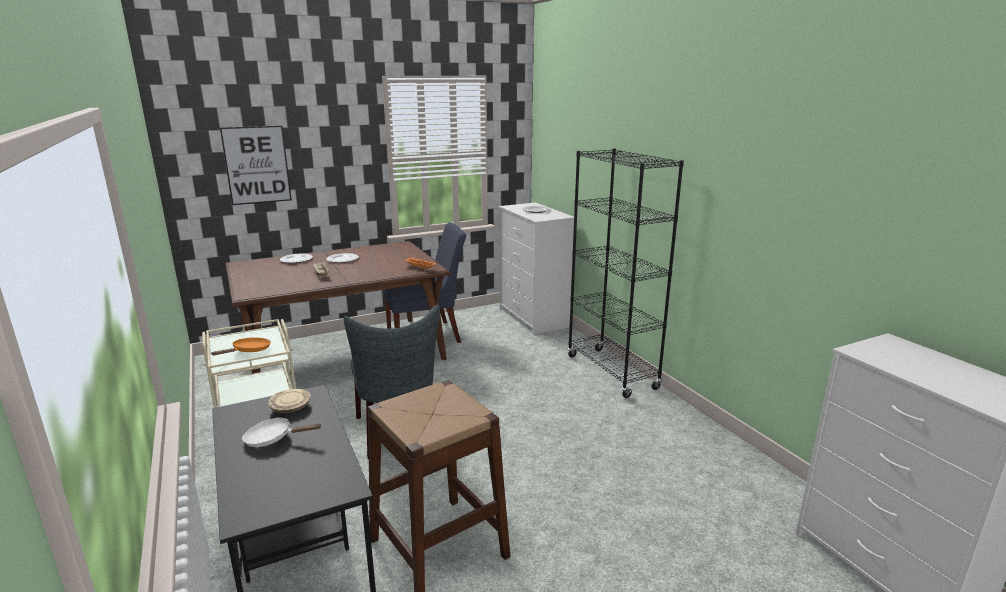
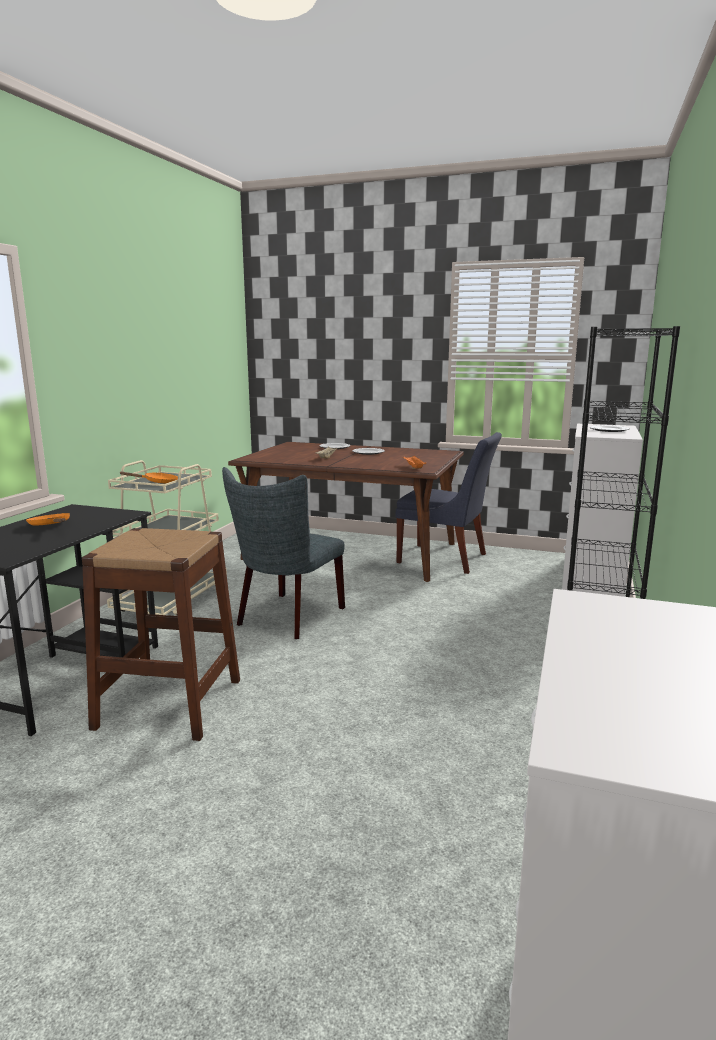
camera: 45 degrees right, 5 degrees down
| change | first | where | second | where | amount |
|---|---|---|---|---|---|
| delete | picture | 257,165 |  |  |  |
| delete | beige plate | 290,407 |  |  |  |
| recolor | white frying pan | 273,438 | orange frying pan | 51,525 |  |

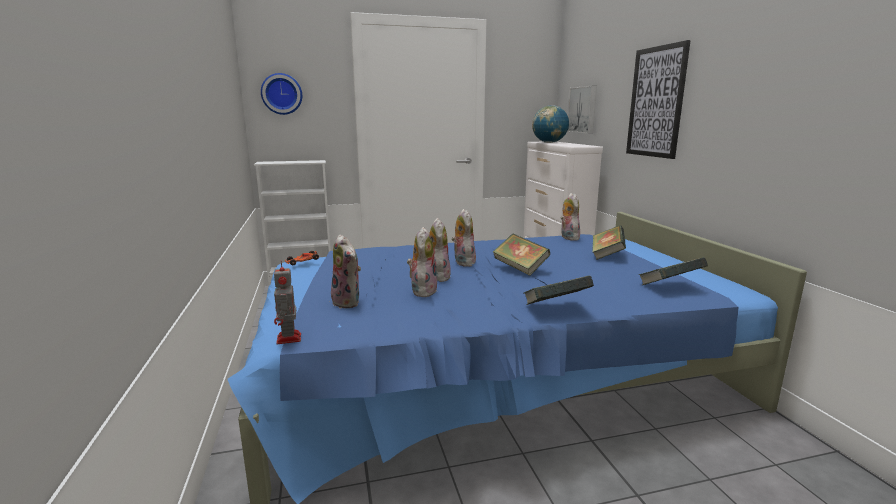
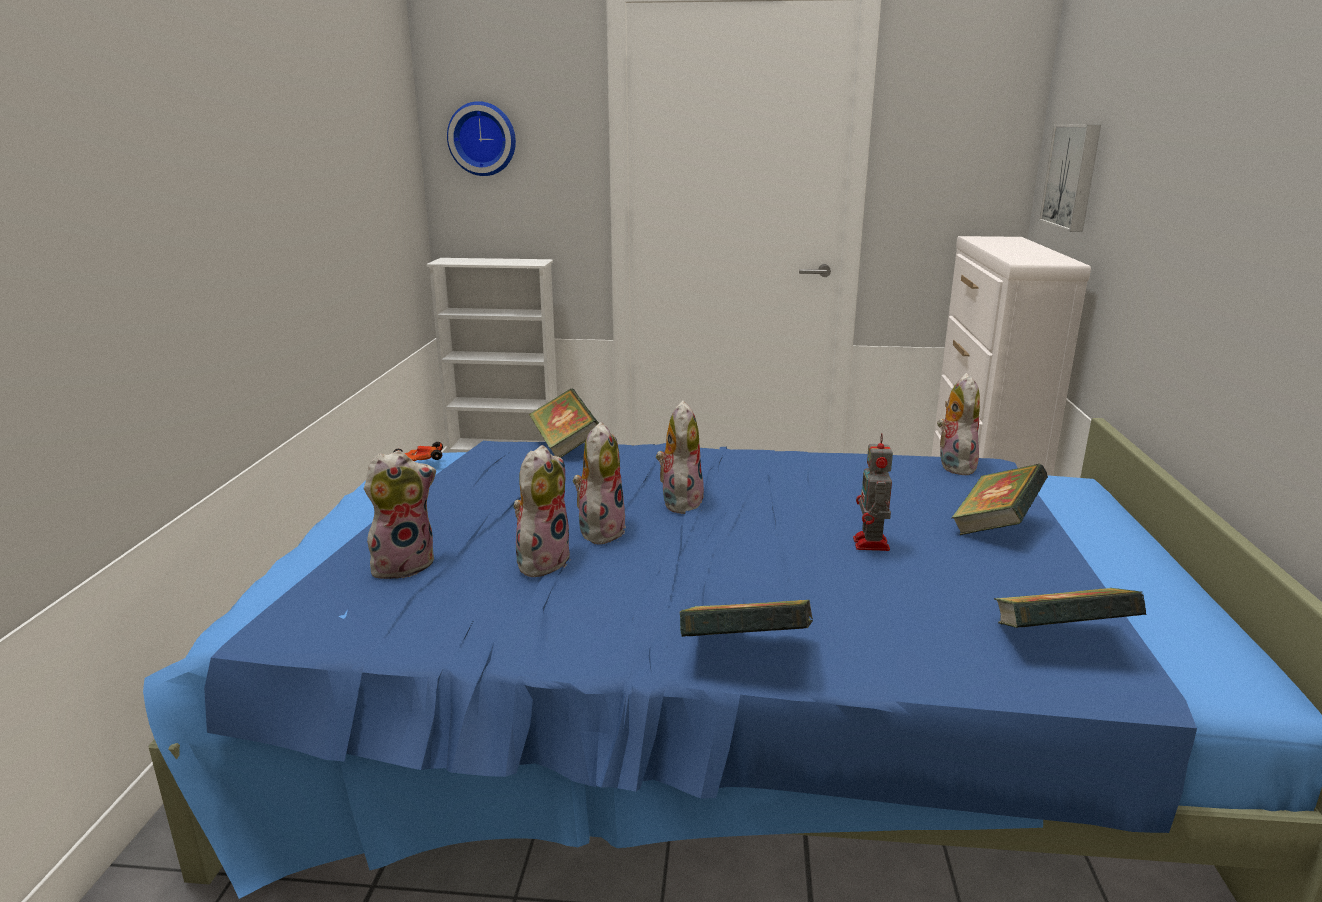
camera: 20 degrees right, 5 degrees up
| change | first | where | second | where | amount |
|---|---|---|---|---|---|
| delete | globe | 549,143 |  |  |  |
| delete | picture | 656,102 |  |  |  |
| move | toy robot | 289,339 |  | 871,545 |  |
| move | book | 520,268 |  | 565,446 |  |
| rotate | plush toy | 348,302 |  | 404,564 | 105 degrees counterclockwise |

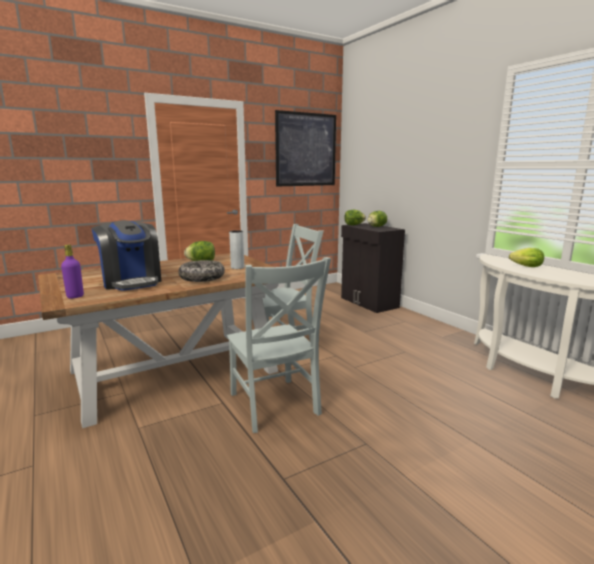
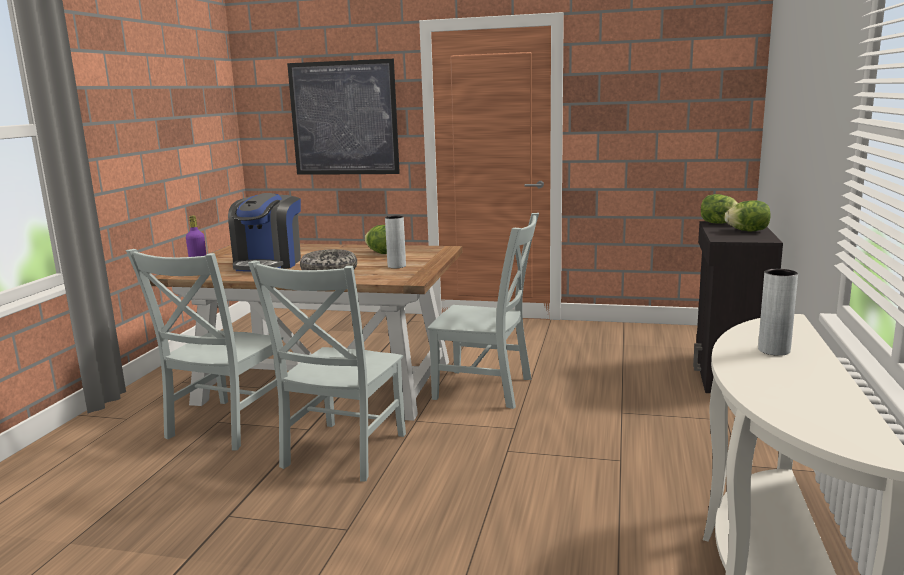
camera: 45 degrees right, 0 degrees up
| change | first | where | second | where | amount |
|---|---|---|---|---|---|
| insert |  |  | grey chair | 225,426 |  |
| move | picture | 306,150 |  | 344,118 |  |
| replace | lettuce | 524,266 | grey vase | 774,350 |  |

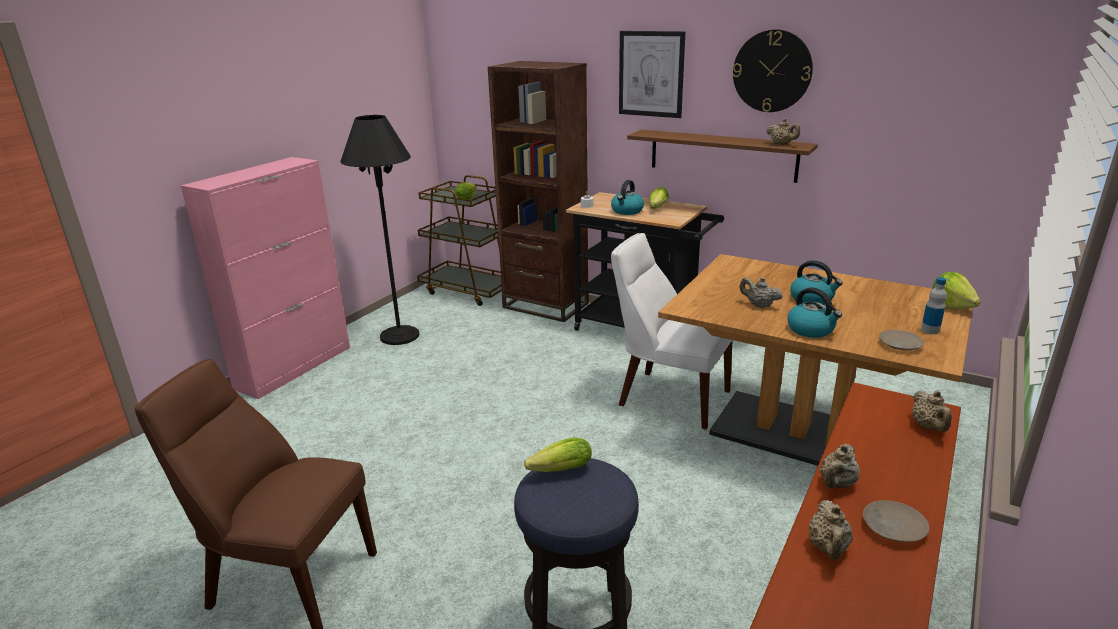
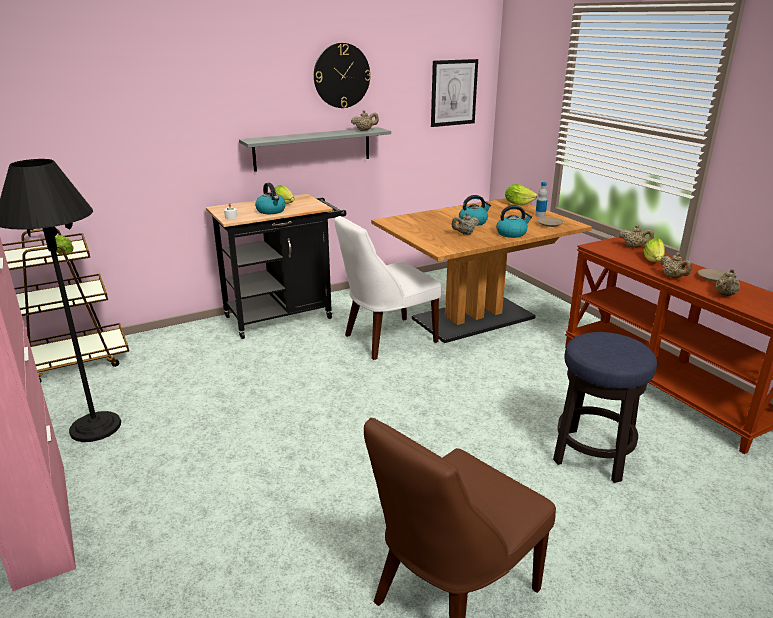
camera: 60 degrees left, 0 degrees up
| change | first | where | second | where | amount |
|---|---|---|---|---|---|
| delete | brown bookcase | 545,305 |  |  |  |
| move | lettuce | 557,471 |  | 653,261 |  |
| move | picture | 651,74 |  | 453,93 |  |
| recolor | brown shelf | 722,155 | grey shelf | 313,148 |  |
| rotate | beige teapot | 828,548 |  | 725,295 | 75 degrees clockwise |

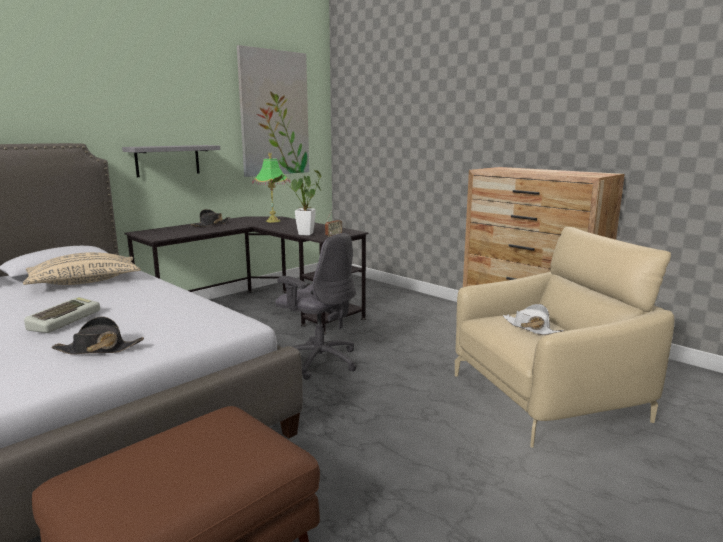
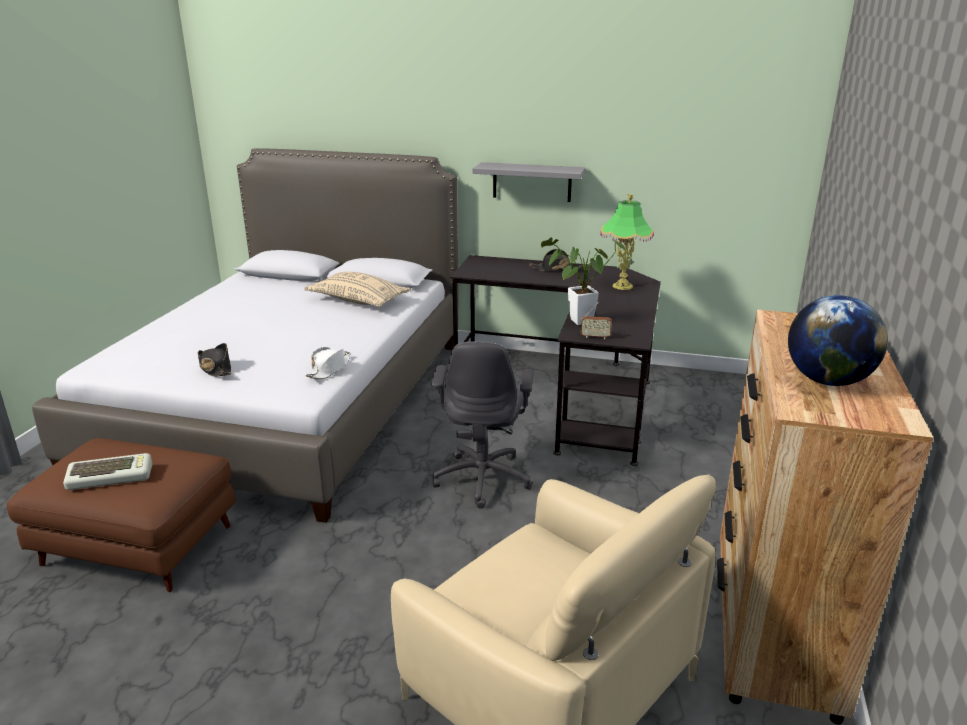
camera: 60 degrees right, 10 degrees up
| change | first | where | second | where | amount |
|---|---|---|---|---|---|
| delete | picture | 274,113 |  |  |  |
| insert |  |  | globe | 827,381 |  |
| move | keyboard | 64,320 |  | 111,476 |  |
| move | white hat | 531,328 |  | 329,369 |  |

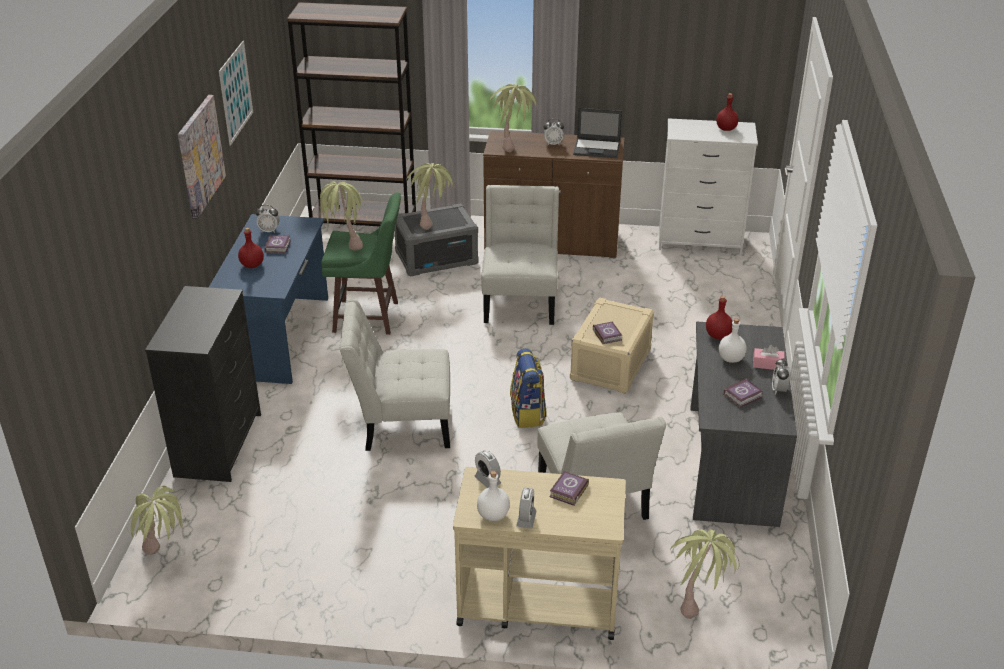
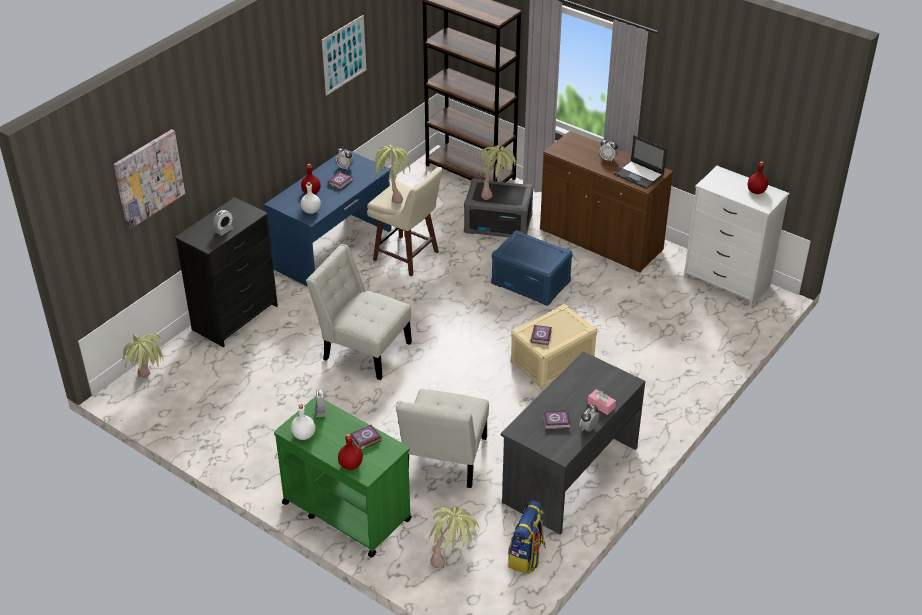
camera: 30 degrees right, 5 degrees up
| change | first | where | second | where | amount |
|---|---|---|---|---|---|
| delete | potted plant | 514,144 |  |  |  |
| move | picture | 200,156 |  | 148,178 |  |
| move | backpack | 528,413 |  | 527,557 |  |
| move | alarm clock | 526,519 |  | 224,230 |  |
| move | red bottle | 717,335 |  | 350,464 |  |
| move | white bottle | 730,359 |  | 310,211 |  |
| replace | white chair | 520,300 | blue storage box | 531,283 |  |
| recolor | green stool | 368,318 | beige stool | 407,257 |  |
| recolor | beige cart | 537,601 | green cart | 346,511 |  |

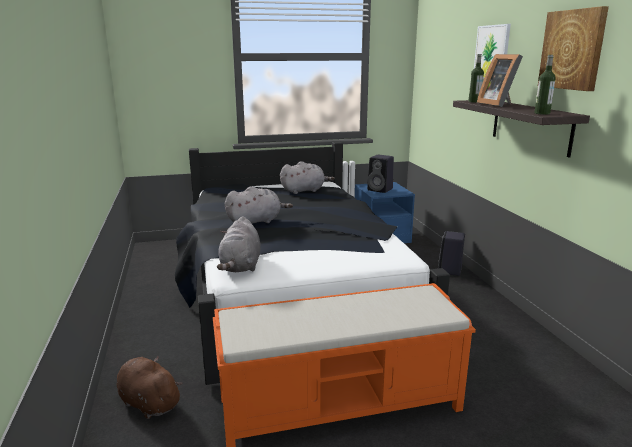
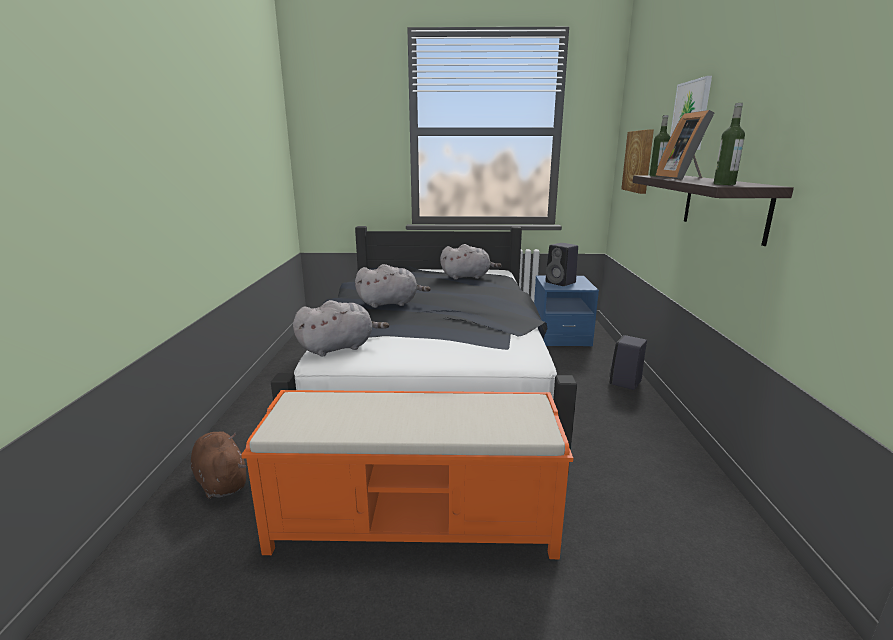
camera: 15 degrees right, 0 degrees up
| change | first | where | second | where | amount |
|---|---|---|---|---|---|
| move | picture | 572,50 |  | 639,161 |  |
| rotate | grey plush toy | 241,266 |  | 339,347 | 135 degrees counterclockwise |

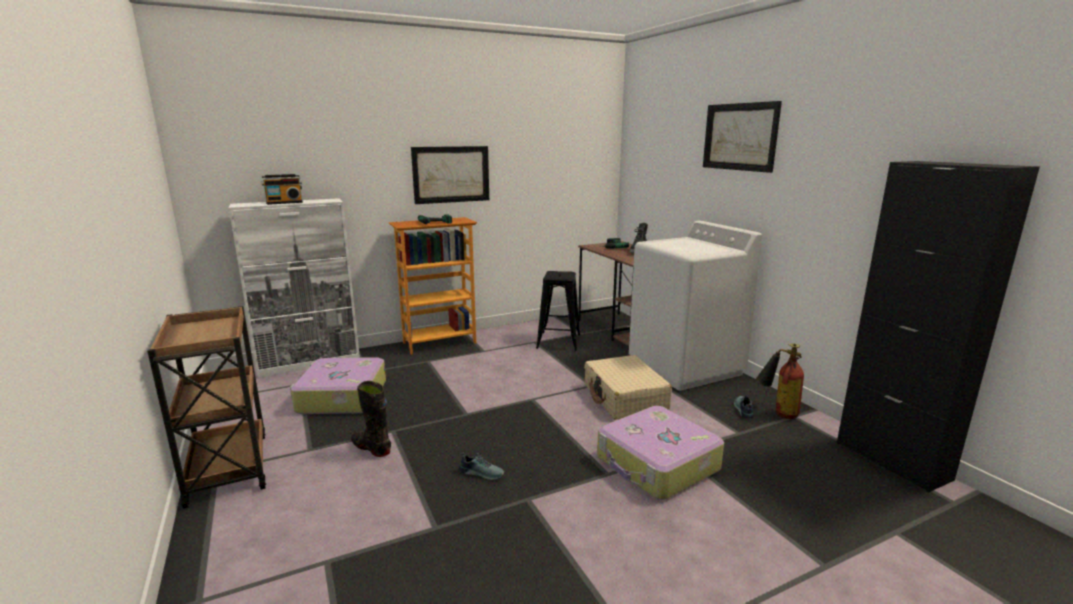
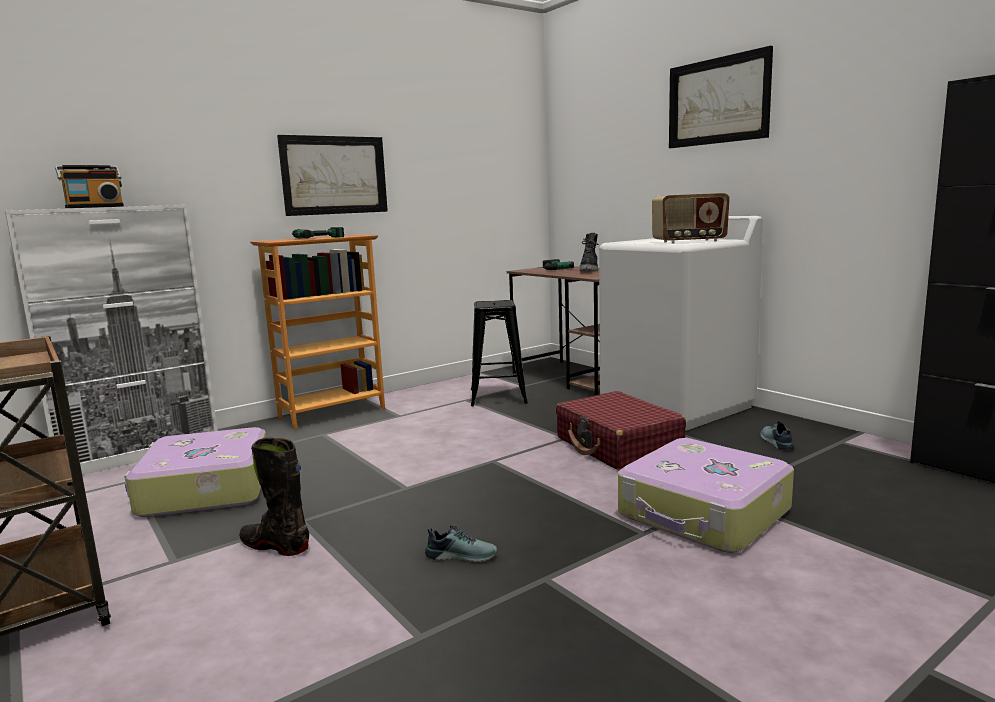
camera: 10 degrees left, 5 degrees down
| change | first | where | second | where | amount |
|---|---|---|---|---|---|
| delete | fire extinguisher | 777,411 |  |  |  |
| insert |  |  | radio | 689,241 |  |
| recolor | beige suitcase | 624,398 | red suitcase | 618,446 |  |

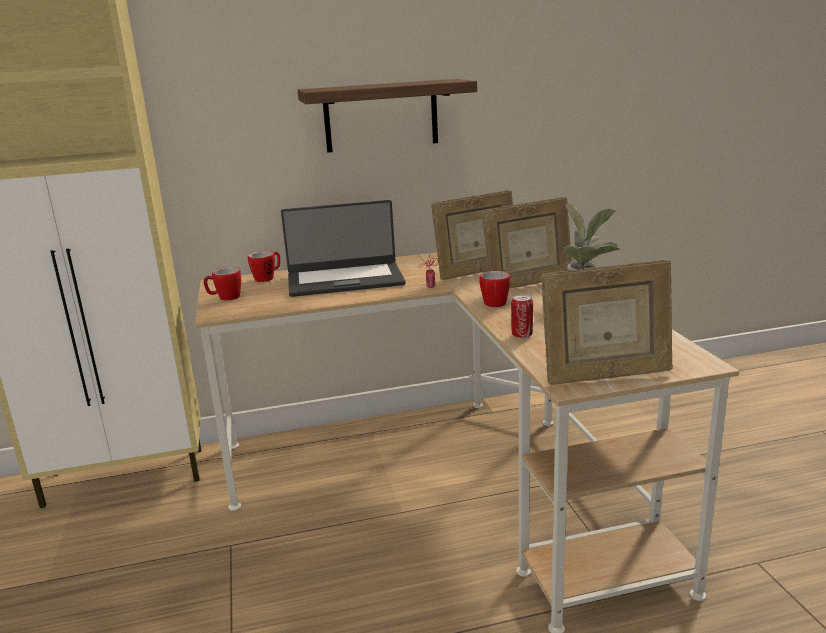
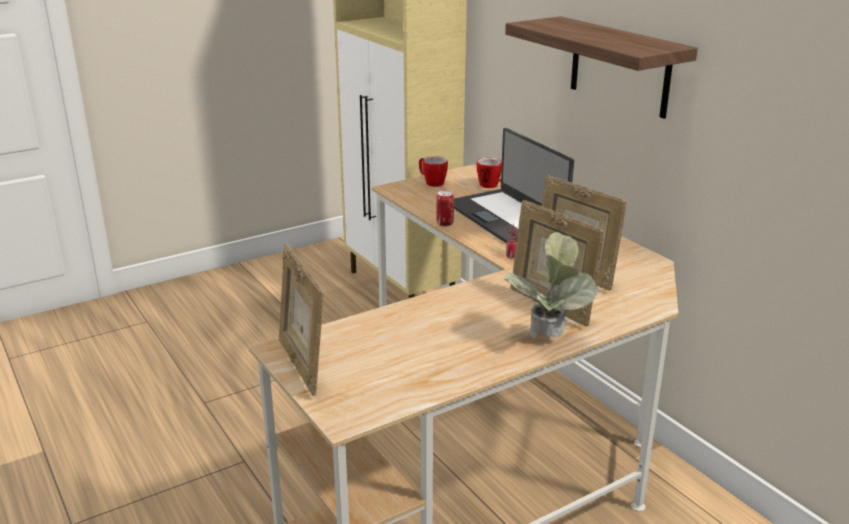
camera: 70 degrees right, 5 degrees up
| change | first | where | second | where | amount |
|---|---|---|---|---|---|
| delete | mug | 495,302 |  |  |  |
| move | can | 522,335 |  | 444,224 |  |

